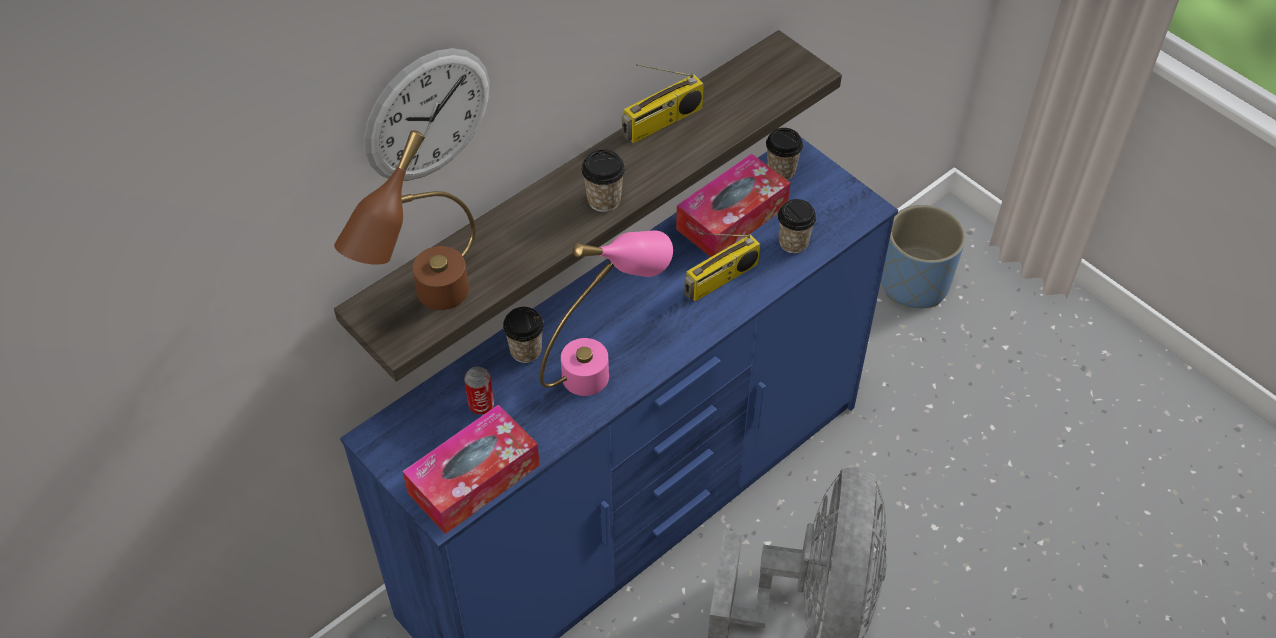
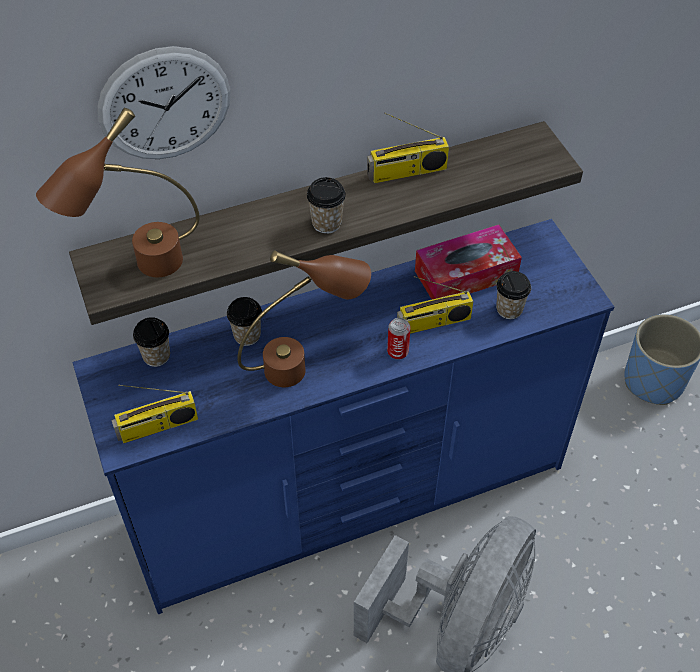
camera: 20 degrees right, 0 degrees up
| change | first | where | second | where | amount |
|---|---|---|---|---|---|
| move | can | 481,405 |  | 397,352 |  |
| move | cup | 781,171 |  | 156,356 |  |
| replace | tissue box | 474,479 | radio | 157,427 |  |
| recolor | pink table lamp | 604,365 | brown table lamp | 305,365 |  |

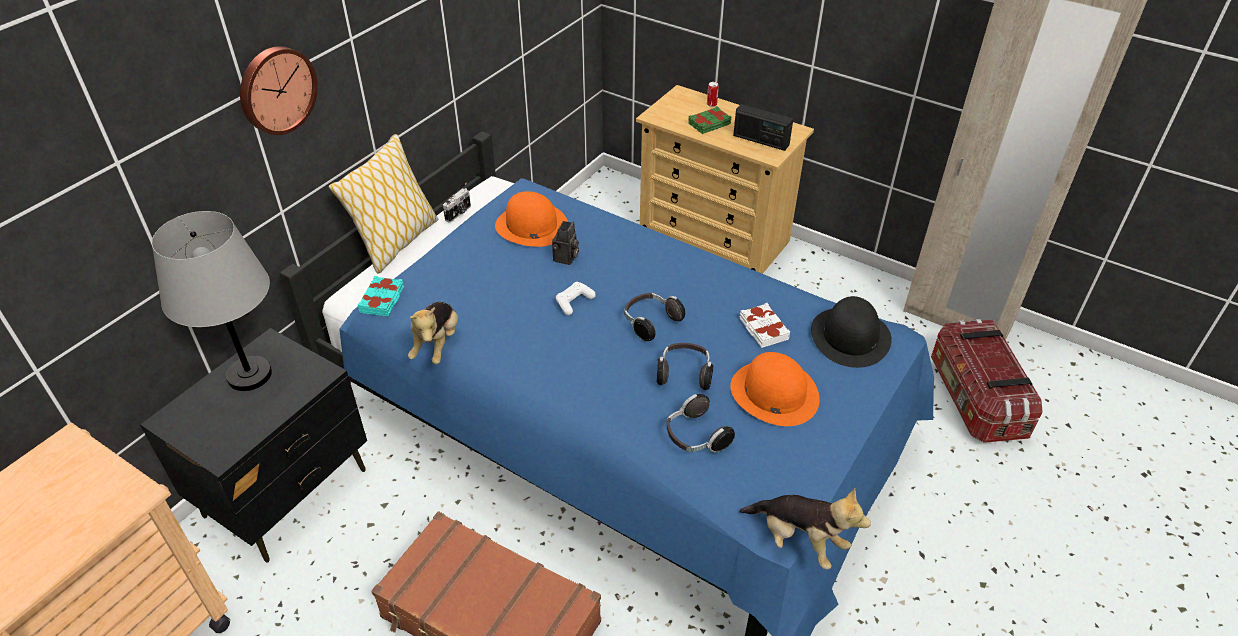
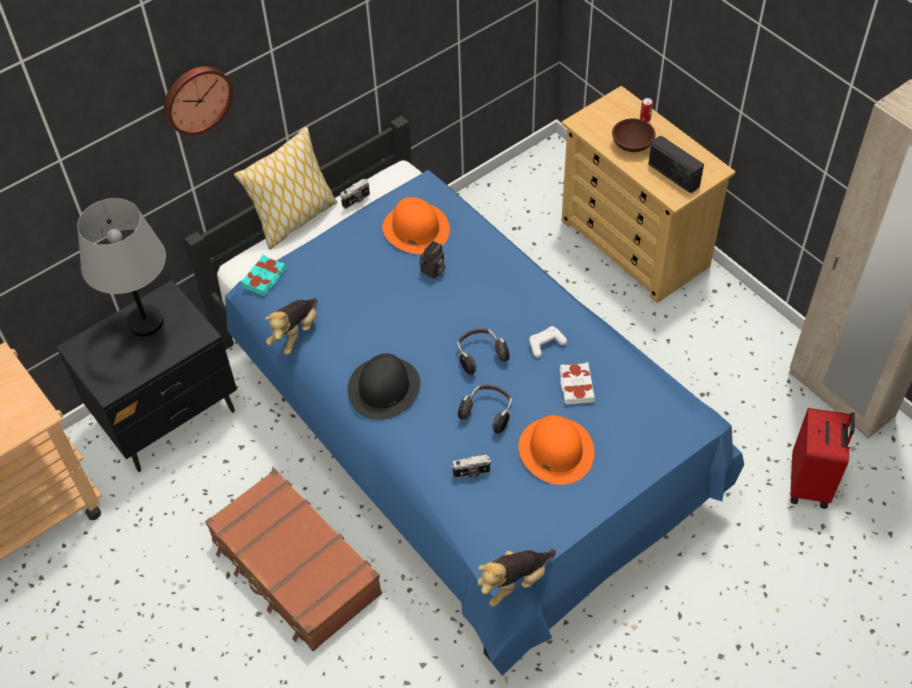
camera: 20 degrees right, 10 degrees up
| change | first | where | second | where | amount |
|---|---|---|---|---|---|
| move | white game controller | 574,302 |  | 546,344 |  |
| move | black hat | 850,337 |  | 384,388 |  |
| replace | headphones | 695,437 | photo camera | 471,473 |  |
| replace | green book | 709,124 | brown bowl | 631,144 |  |
| replace | storage box | 974,399 | red suitcase | 811,483 |  |
| rotate | plush toy | 799,541 |  | 514,582 | 90 degrees clockwise |

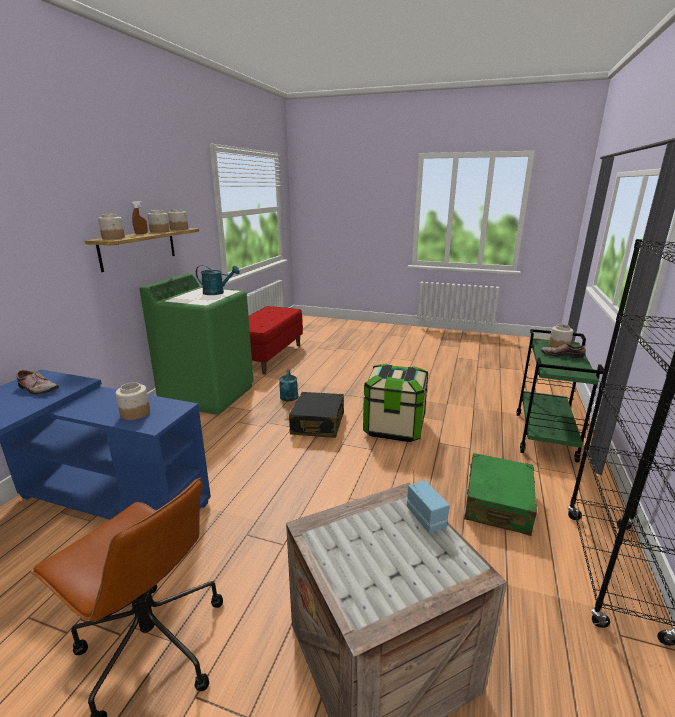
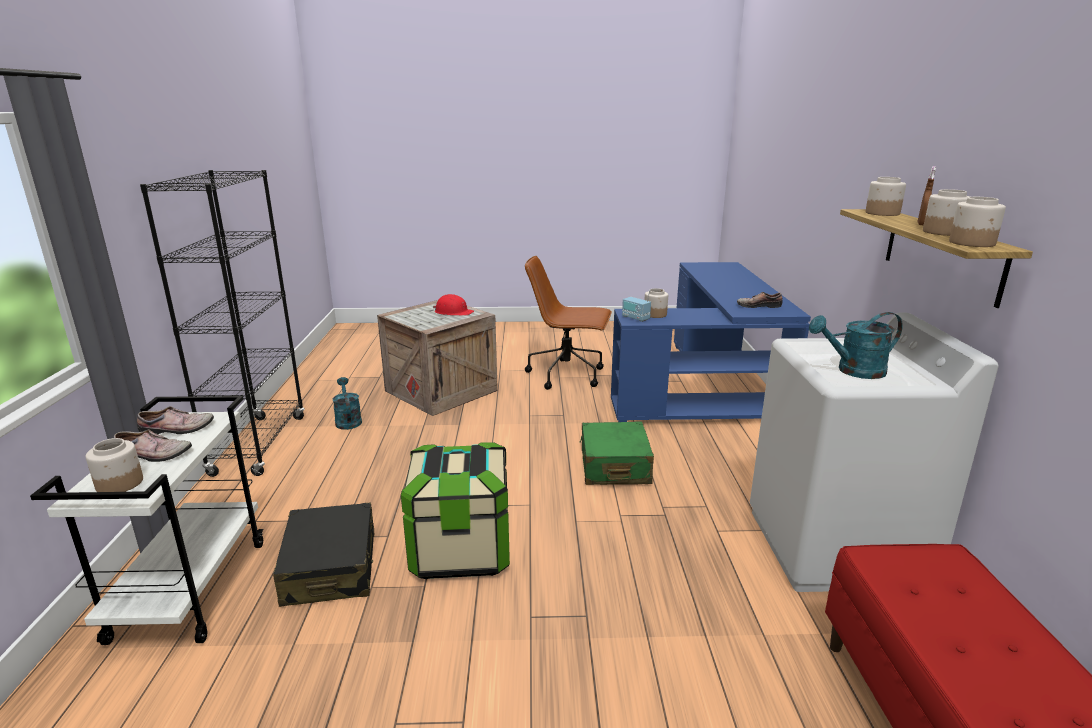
camera: 160 degrees right, 0 degrees up
| change | first | where | second | where | amount |
|---|---|---|---|---|---|
| insert |  |  | shoe | 177,429 |  |
| insert |  |  | red hard hat | 453,312 |  |
| move | turquoise watering can | 288,398 |  | 347,420 |  |
| move | black suitcase | 318,424 |  | 331,568 |  |
| move | radio | 426,518 |  | 635,318 |  |
| move | green suitcase | 497,503 |  | 614,466 |  |
| recolor | green washing machine | 208,394 | white washing machine | 834,547 |  |
| recolor | green cart | 545,437 | white cart | 190,588 |  |

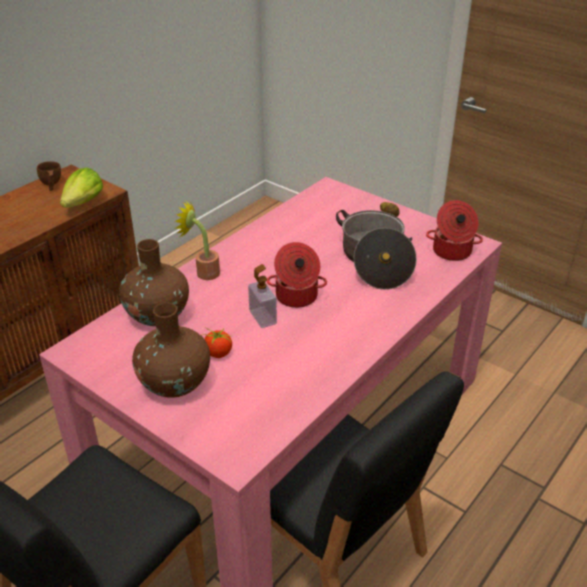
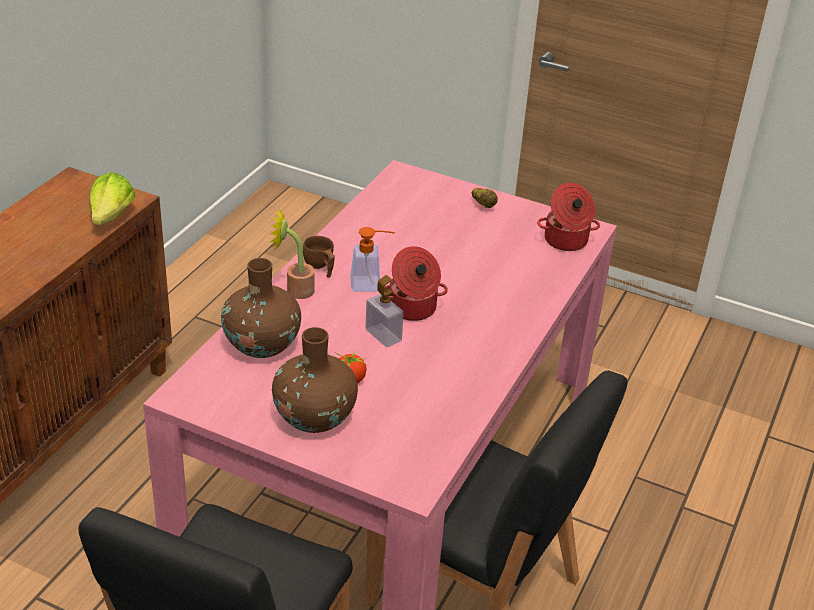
camera: 15 degrees left, 0 degrees up
| change | first | where | second | where | amount |
|---|---|---|---|---|---|
| delete | cooking pot | 375,262 |  |  |  |
| insert |  |  | soap dispenser | 371,284 |  |
| move | brown cup | 51,185 |  | 320,267 |  |

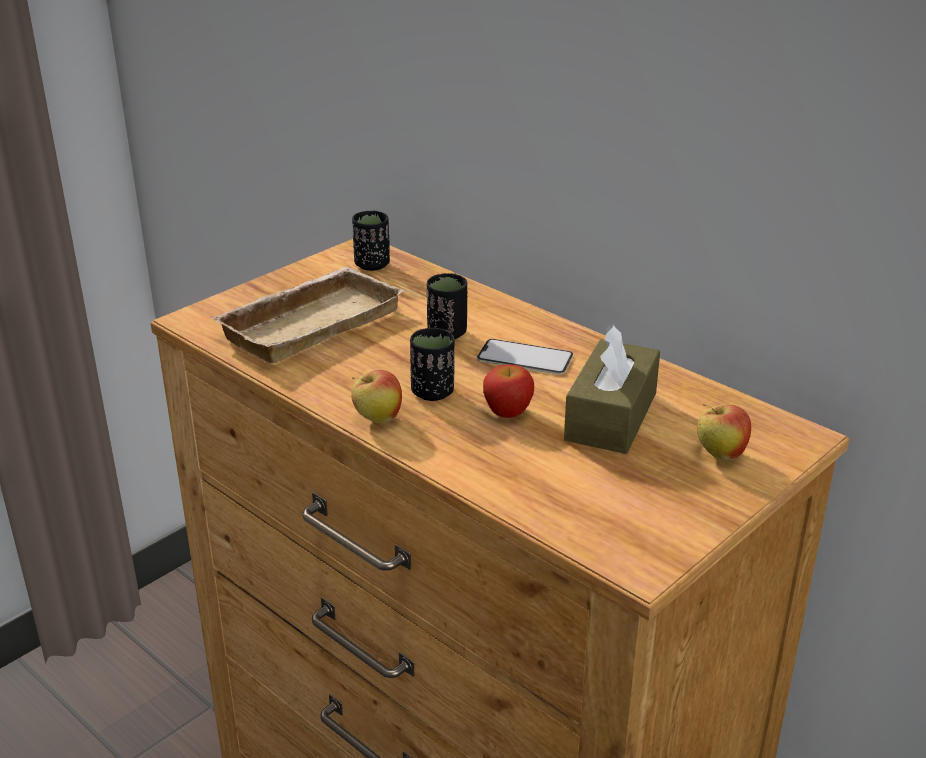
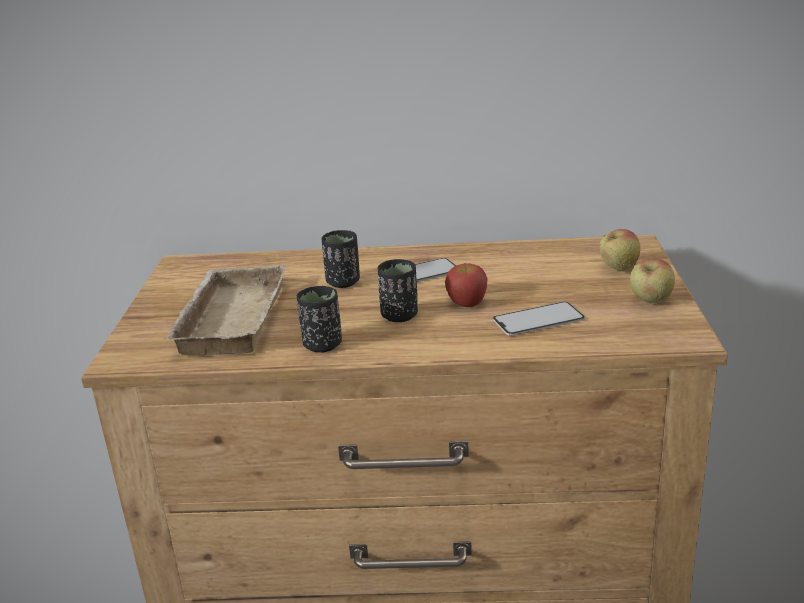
camera: 40 degrees left, 5 degrees down
| change | first | where | second | where | amount |
|---|---|---|---|---|---|
| delete | brown tissue box | 611,416 |  |  |  |
| insert |  |  | phone | 538,319 |  |
| move | apple | 377,419 |  | 650,302 |  |
| move | black cup | 372,265 |  | 322,345 |  |

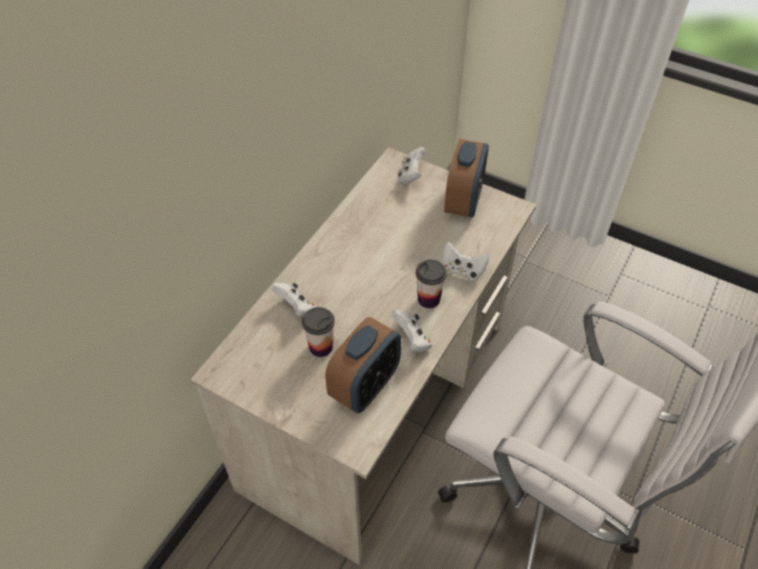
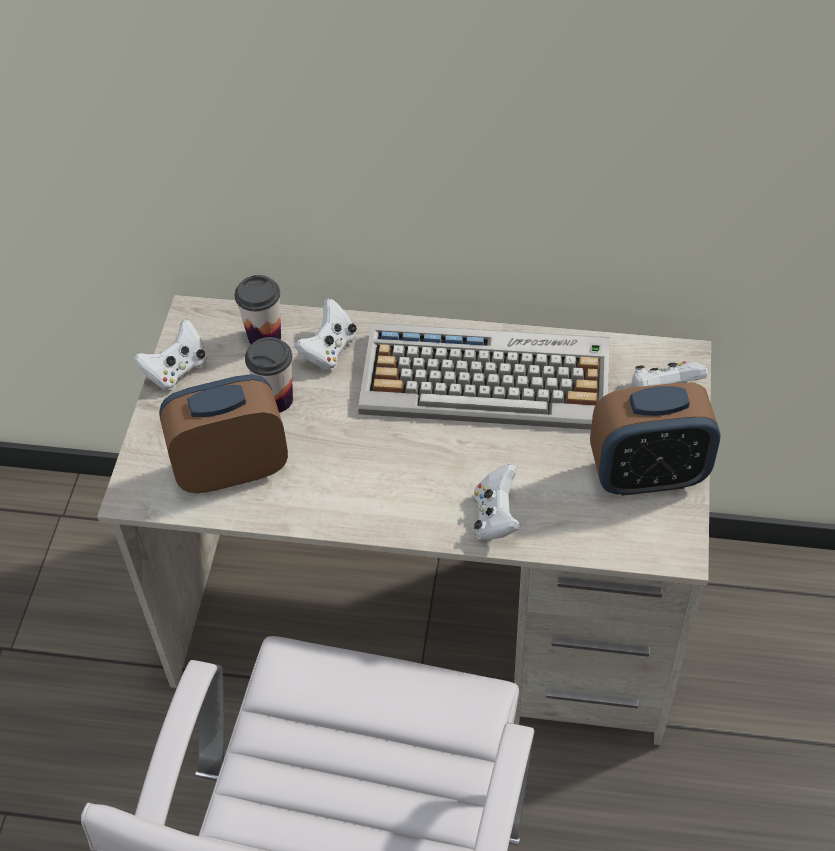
camera: 70 degrees right, 0 degrees up
| change | first | where | second | where | amount |
|---|---|---|---|---|---|
| insert |  |  | keyboard | 488,379 |  |
| move | white game controller | 412,339 |  | 177,370 |  |
| move | cup | 428,299 |  | 264,337 |  |
| rotate | alarm clock | 365,386 |  | 231,469 | 150 degrees clockwise |

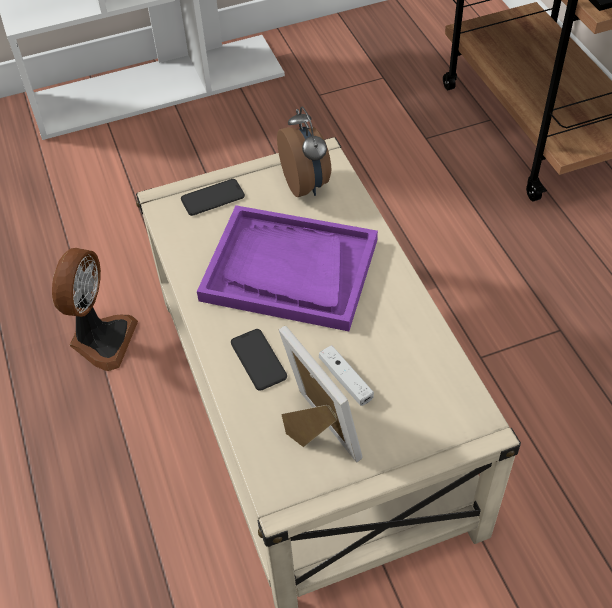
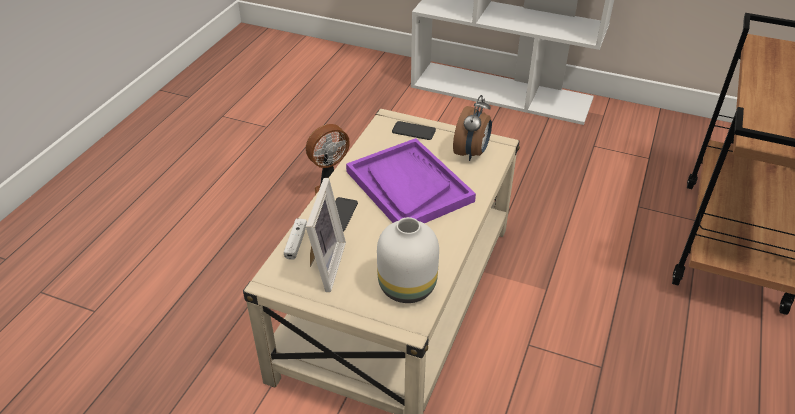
camera: 40 degrees right, 10 degrees down
| change | first | where | second | where | amount |
|---|---|---|---|---|---|
| insert |  |  | white vase | 406,285 |  |
| move | white game controller | 345,380 |  | 296,242 |  |

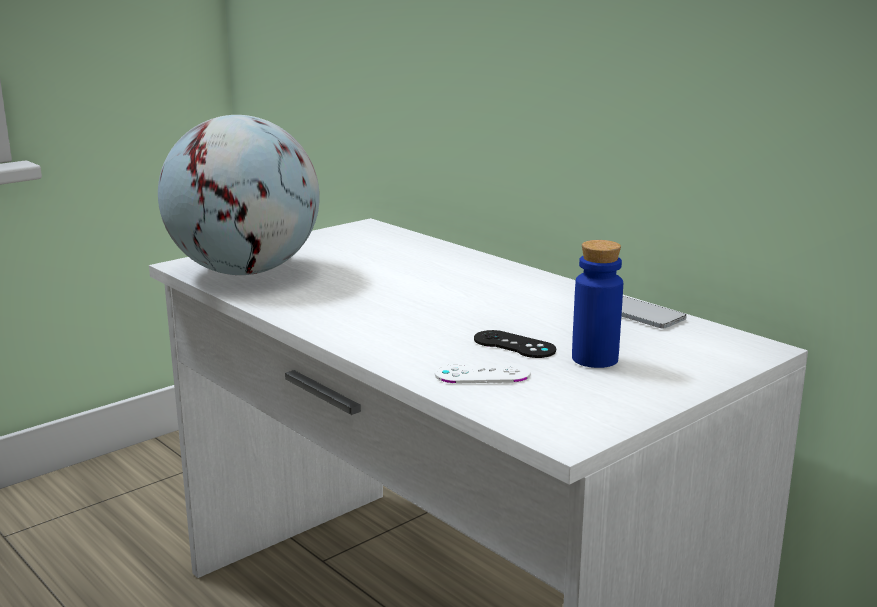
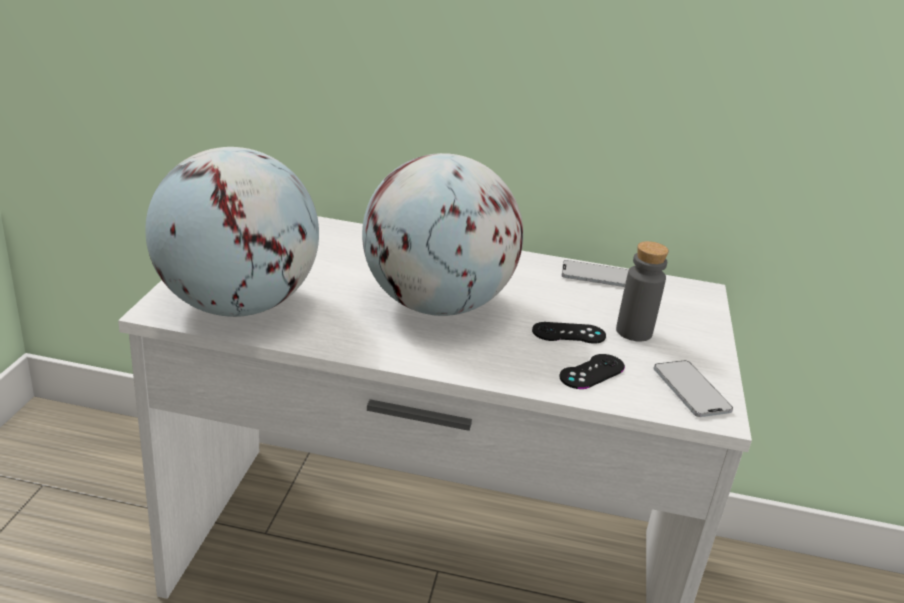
camera: 40 degrees left, 10 degrees up
| change | first | where | second | where | amount |
|---|---|---|---|---|---|
| insert |  |  | globe | 436,305 |  |
| insert |  |  | phone | 691,390 |  |
| recolor | white game controller | 482,374 | black game controller | 592,372 |  |
| recolor | blue bottle | 595,359 | grey bottle | 634,332 |  |

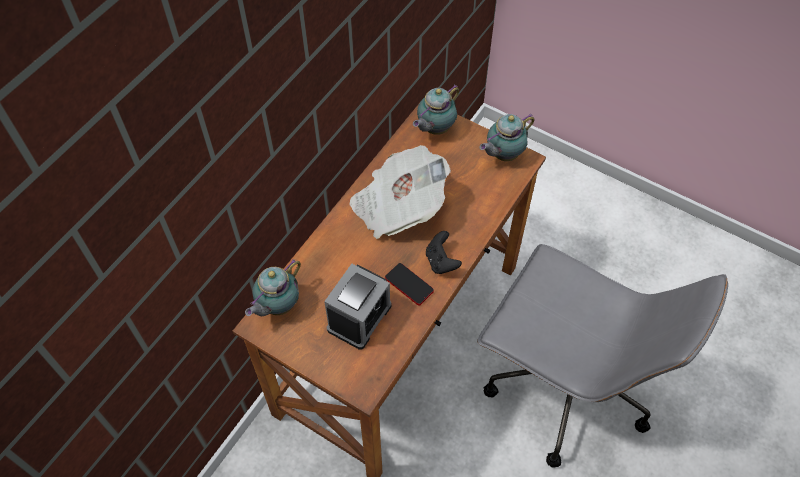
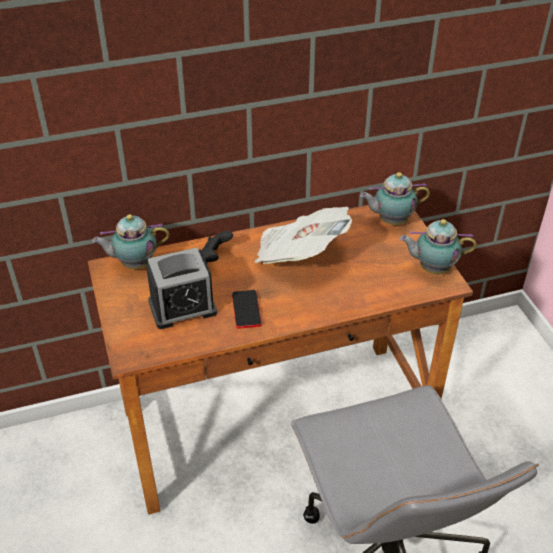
camera: 40 degrees right, 15 degrees down
| change | first | where | second | where | amount |
|---|---|---|---|---|---|
| move | black game controller | 441,261 |  | 214,258 |  |

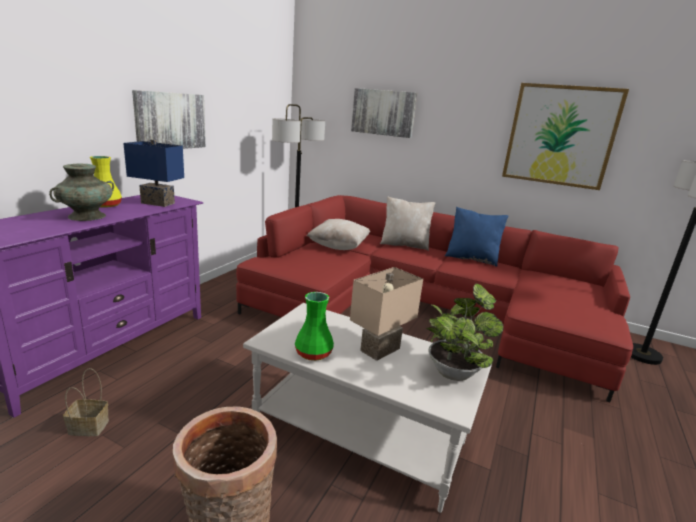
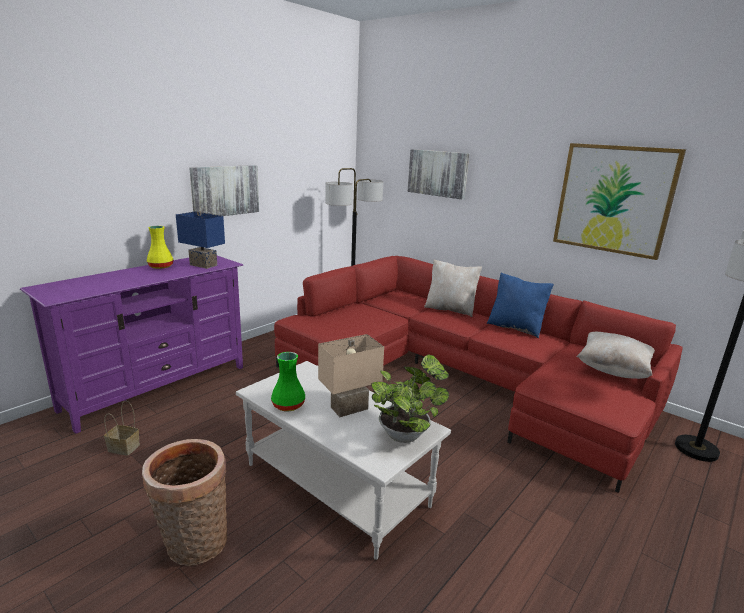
camera: 15 degrees right, 0 degrees up
| change | first | where | second | where | amount |
|---|---|---|---|---|---|
| delete | turquoise vase | 87,216 |  |  |  |
| move | beige pillow | 338,247 |  | 612,370 |  |

